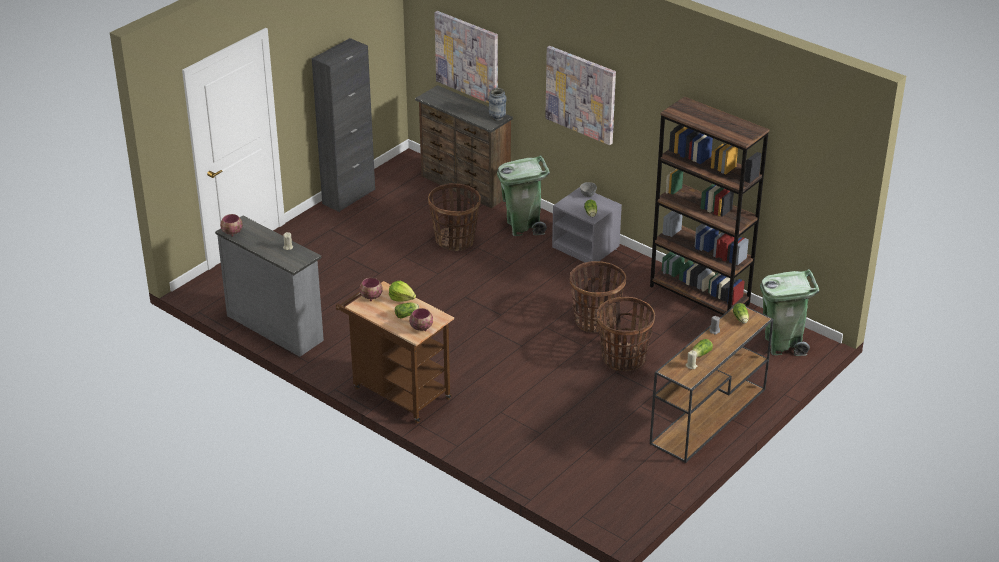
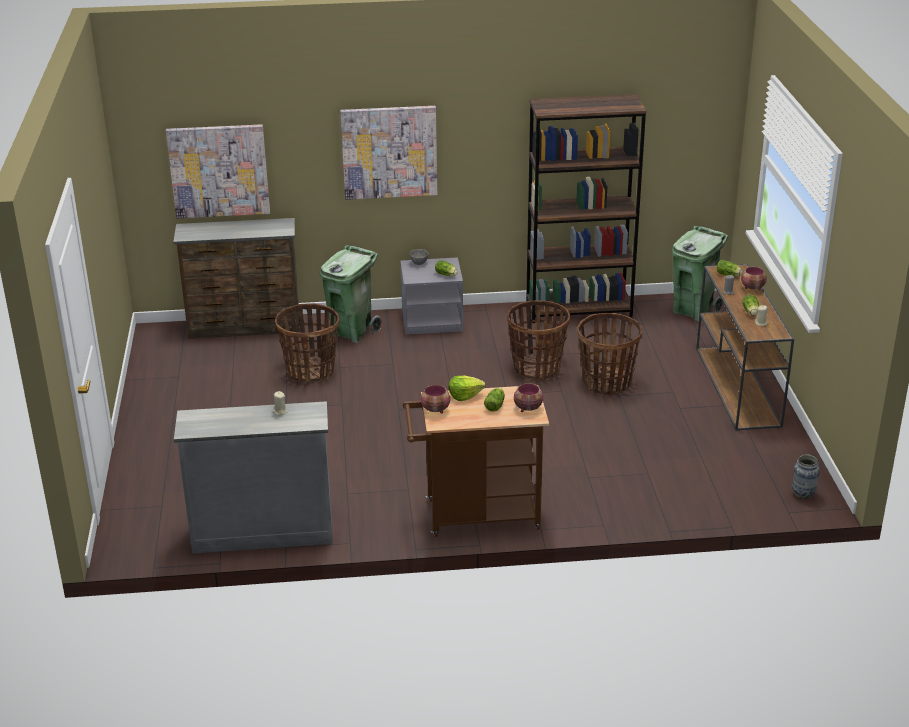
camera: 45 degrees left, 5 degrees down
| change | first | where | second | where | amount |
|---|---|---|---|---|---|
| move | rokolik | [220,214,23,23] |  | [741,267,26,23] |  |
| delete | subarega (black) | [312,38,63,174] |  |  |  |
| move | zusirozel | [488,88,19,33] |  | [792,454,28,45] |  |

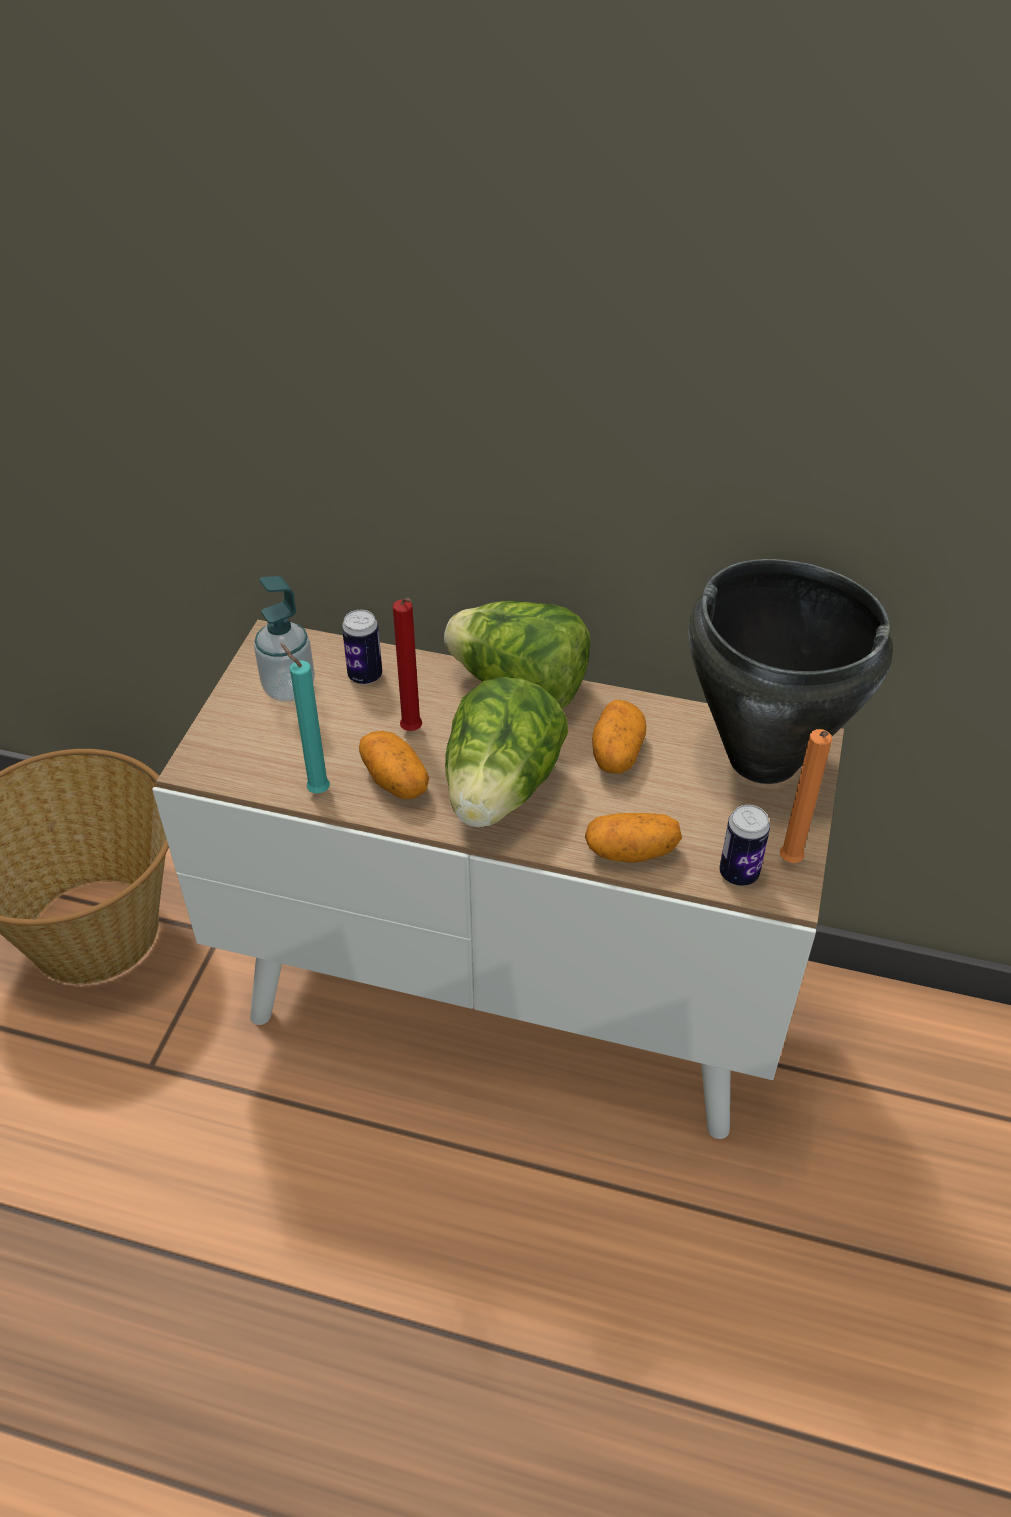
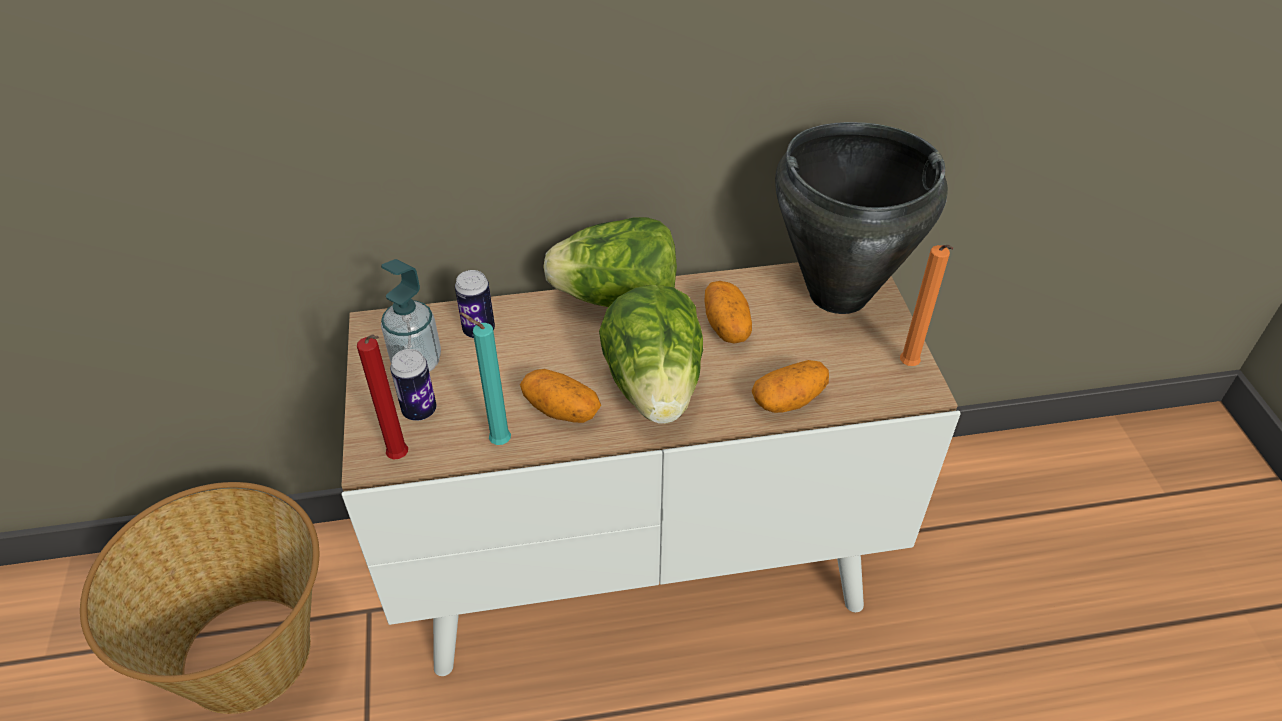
camera: 25 degrees left, 0 degrees up
| change | first | where | second | where | amount |
|---|---|---|---|---|---|
| move | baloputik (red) | [393,598,29,133] |  | [357,335,51,124] |  |
| move | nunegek | [719,805,51,81] |  | [390,349,47,72] |  |

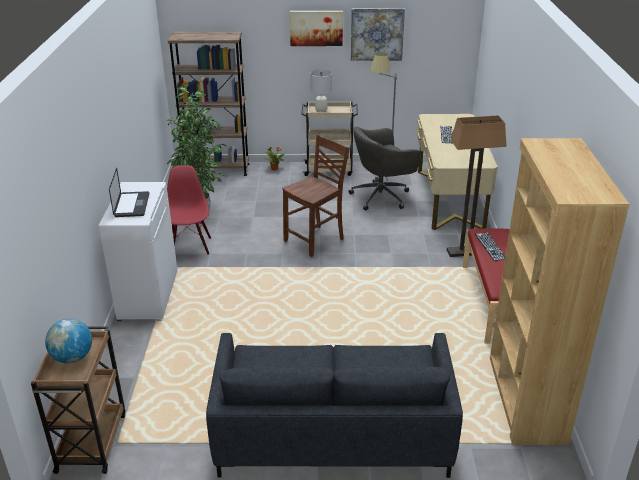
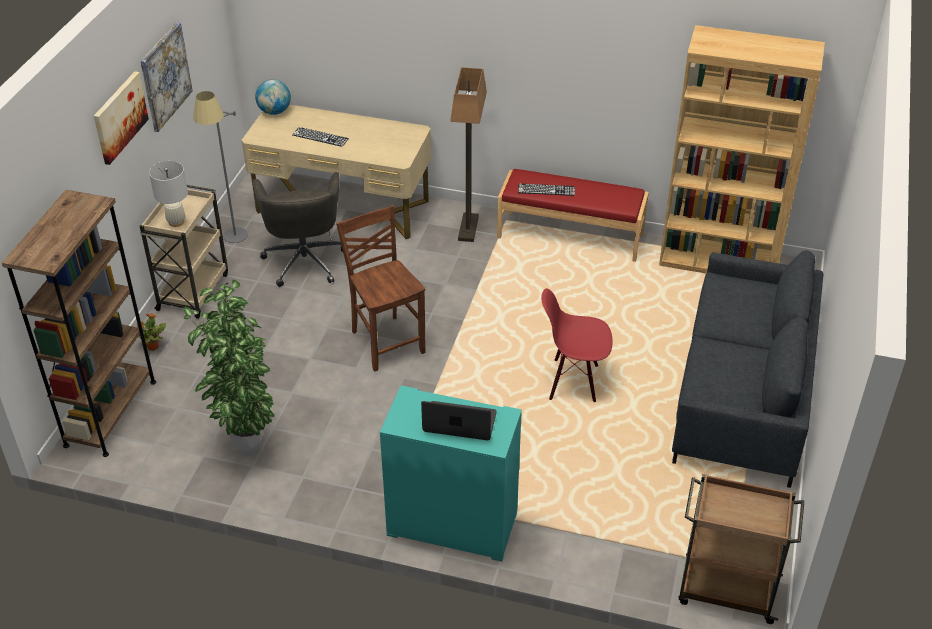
camera: 75 degrees left, 10 degrees up
| change | first | where | second | where | amount |
|---|---|---|---|---|---|
| move | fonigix | [45,319,47,44] |  | [255,79,36,36] |  |
| recolor | subarega (white) | [99,182,79,139] | subarega (turquoise) | [380,385,142,177] |  |
| move | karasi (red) | [167,165,44,90] |  | [541,288,72,114] |  |

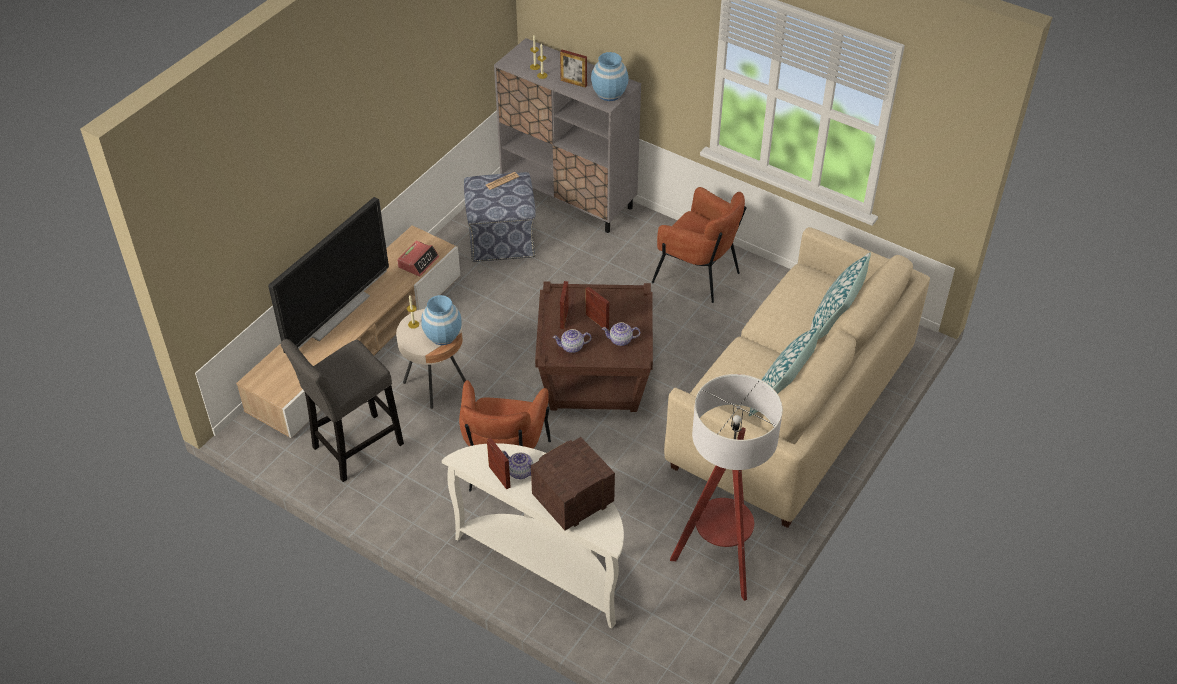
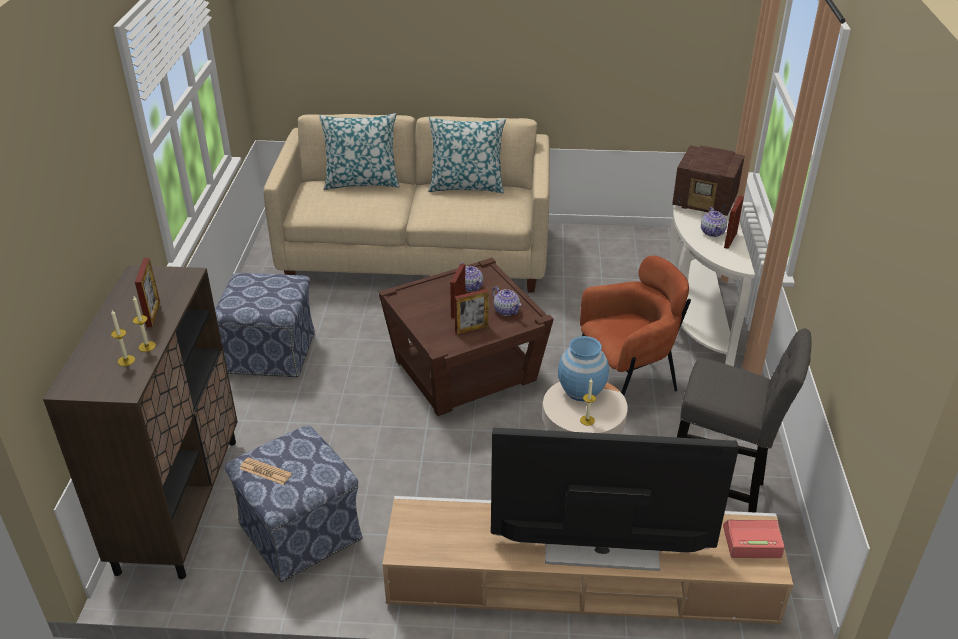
camera: 120 degrees left, 10 degrees down
| change | first | where | second | where | amount |
|---|---|---|---|---|---|
| move | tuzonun | [397,241,42,35] |  | [723,520,62,38] |  |
| recolor | subarega (grey) | [494,38,147,195] | subarega (brown) | [43,265,195,314] |  |
| delete | zusirozel (blue) | [591,52,37,49] |  |  |  |
| replace | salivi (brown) | [651,187,96,116] | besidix | [215,273,100,104] |  |
| delete | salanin | [670,374,113,227] |  |  |  |

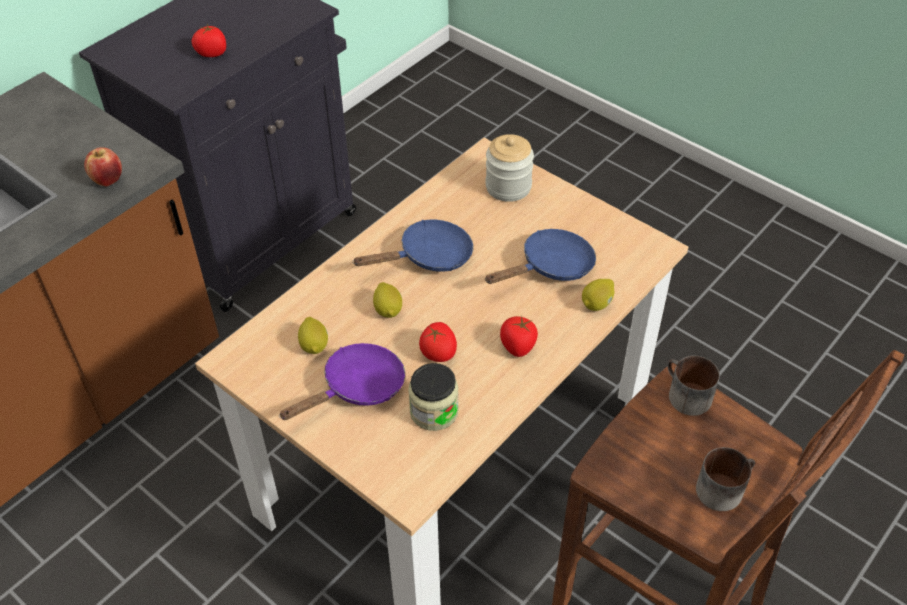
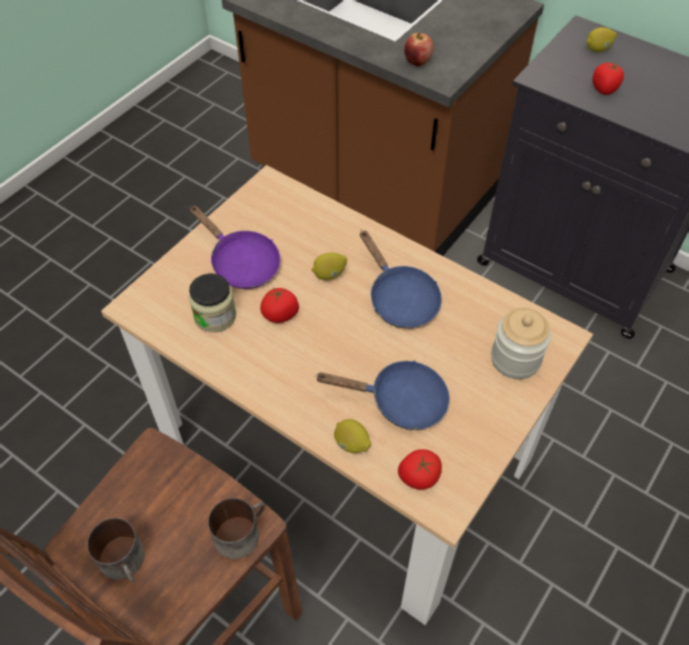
camera: 85 degrees right, 5 degrees up
| change | first | where | second | where | amount |
|---|---|---|---|---|---|
| move | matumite | [298,317,30,37] |  | [587,27,30,25] |  |
| rotate | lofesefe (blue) | [485,229,111,55] |  | [315,360,135,70] | 45 degrees counterclockwise |
| move | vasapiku | [500,315,38,42] |  | [398,449,44,41] |  |

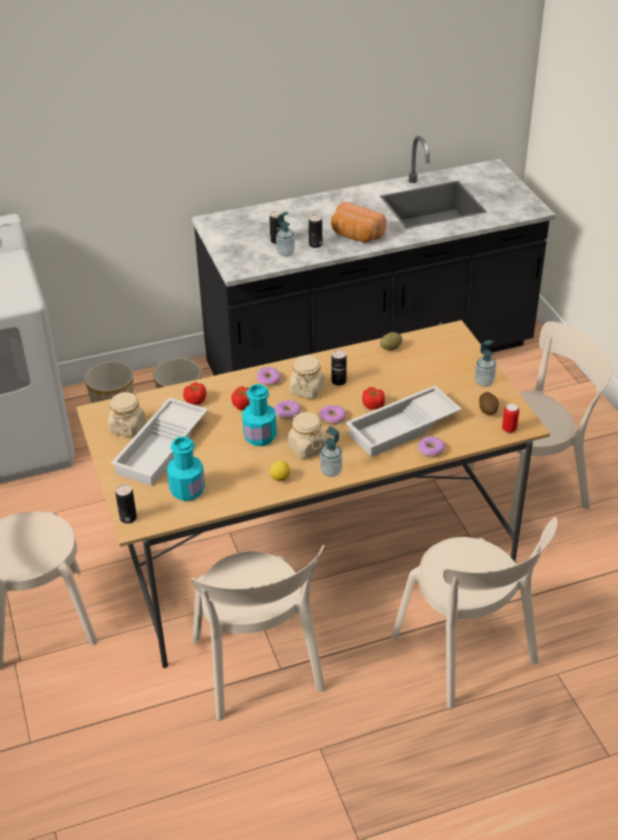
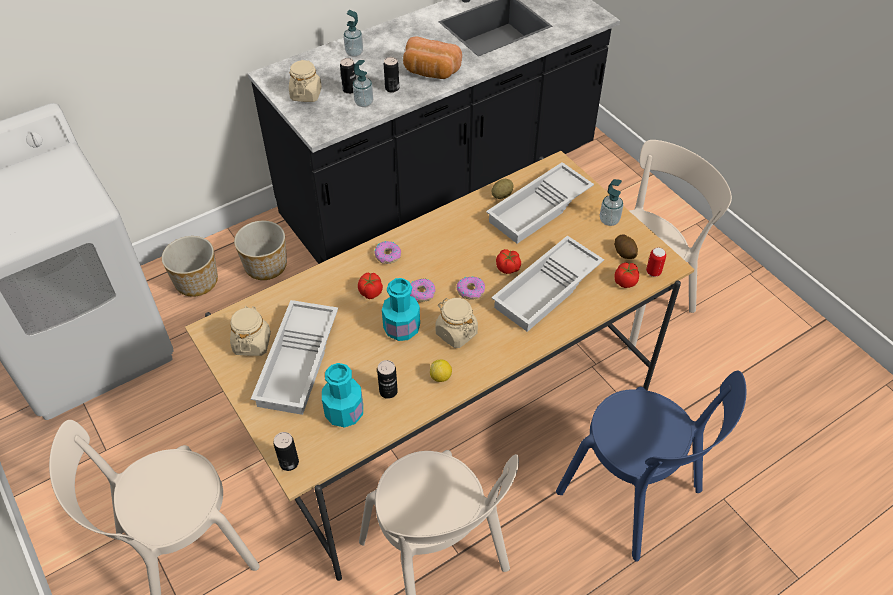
camera: 15 degrees left, 10 degrees up
| change | first | where | second | where | amount |
|---|---|---|---|---|---|
| move | vasapiku | [183,382,24,23] |  | [614,262,25,26] |  |
| move | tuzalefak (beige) | [290,355,35,44] |  | [289,60,33,42] |  |
| move | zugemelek | [320,426,22,51] |  | [344,10,19,47] |  |
| move | nunegek | [331,350,16,36] |  | [377,360,21,39] |  |
| recolor | karasi (beige) | [392,517,166,192] | karasi (blue) | [556,371,190,191] |  |
| delete | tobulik | [418,436,27,22] |  |  |  |
| insert |  |  | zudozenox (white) | [486,162,108,82] |  |

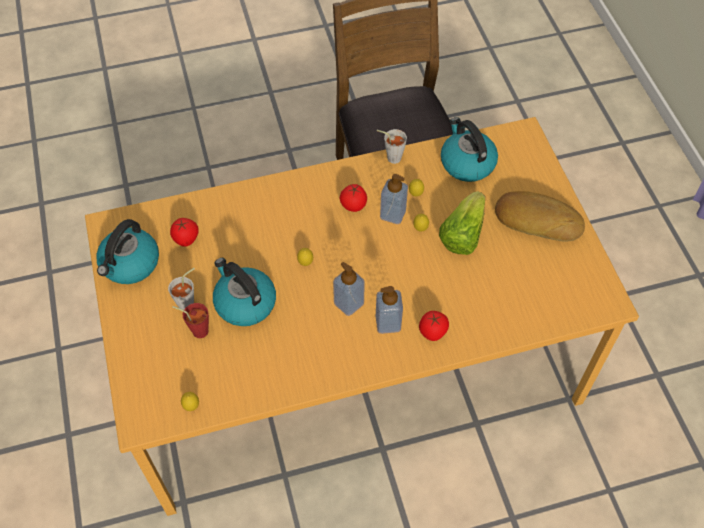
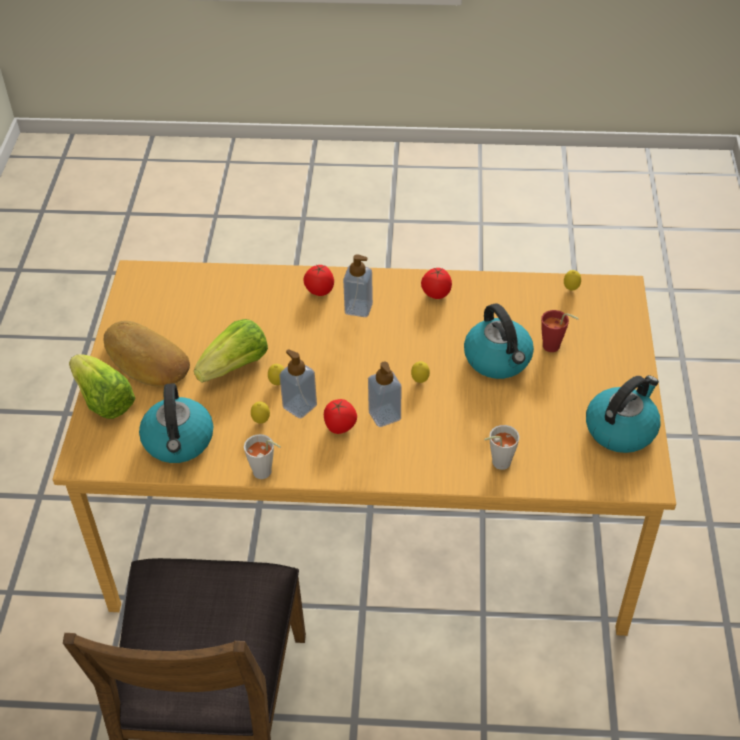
camera: 160 degrees left, 10 degrees down
| change | first | where | second | where | amount |
|---|---|---|---|---|---|
| move | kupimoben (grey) | [168,268,27,42] |  | [484,425,36,45] |  |
| move | vasapiku | [170,218,29,29] |  | [421,268,31,31] |  |
| move | zugemelek | [333,262,32,54] |  | [368,361,33,66] |  |
| insert |  |  | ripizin | [69,355,66,64] |  |

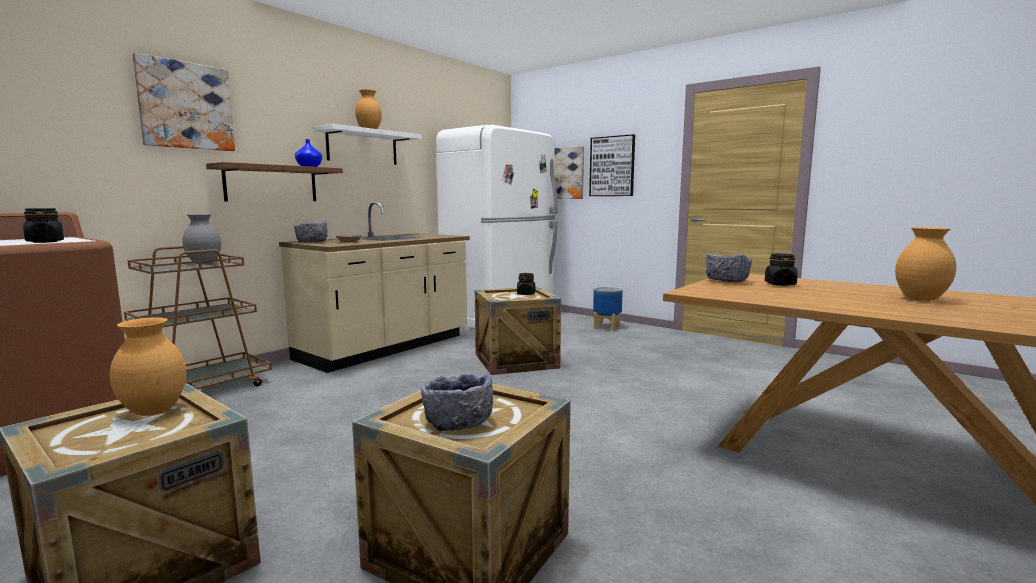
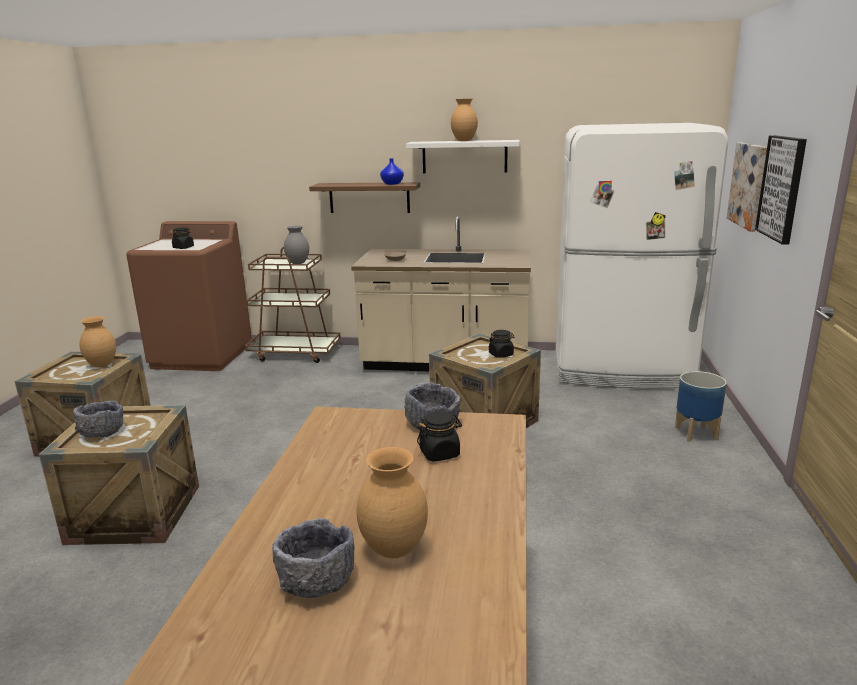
camera: 60 degrees right, 10 degrees up
| change | first | where | second | where | amount |
|---|---|---|---|---|---|
| delete | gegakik | [133,53,102,98] |  |  |  |
| move | rokolik (grey) | [294,221,34,21] |  | [272,518,83,80] |  |

